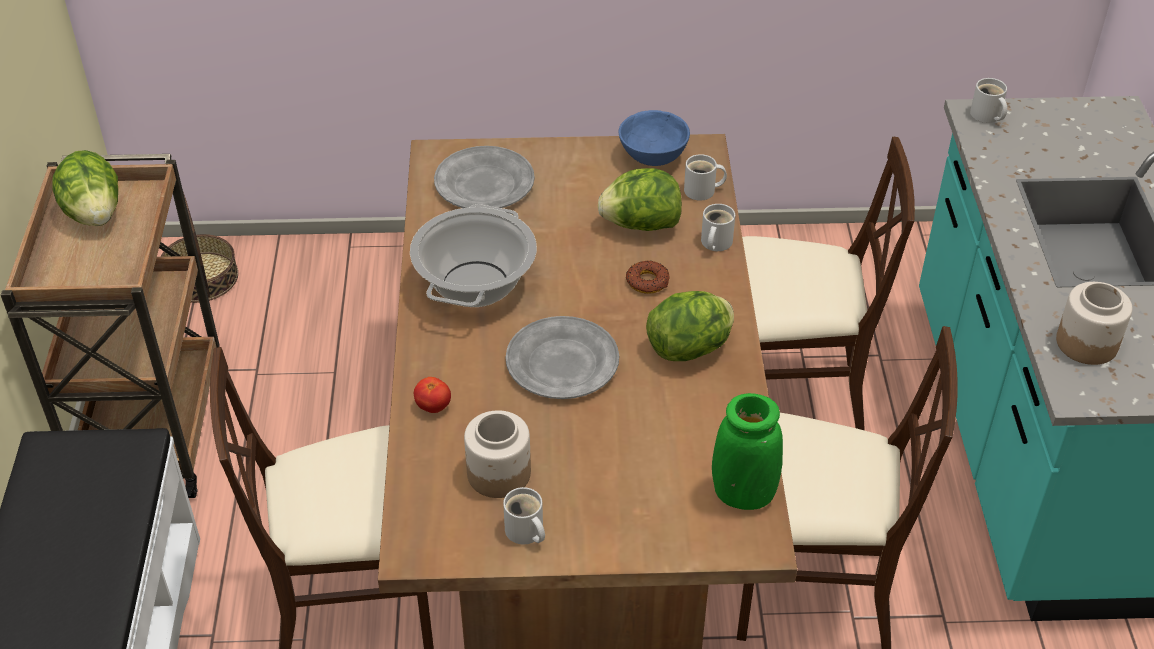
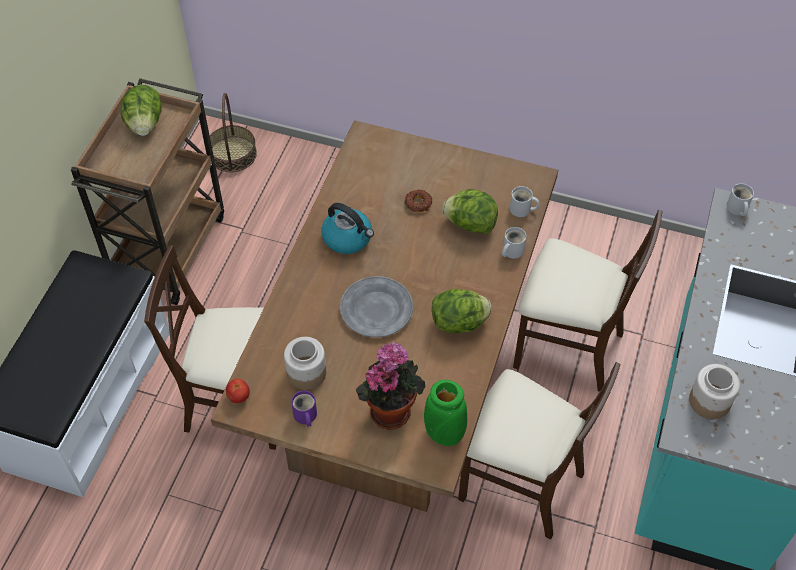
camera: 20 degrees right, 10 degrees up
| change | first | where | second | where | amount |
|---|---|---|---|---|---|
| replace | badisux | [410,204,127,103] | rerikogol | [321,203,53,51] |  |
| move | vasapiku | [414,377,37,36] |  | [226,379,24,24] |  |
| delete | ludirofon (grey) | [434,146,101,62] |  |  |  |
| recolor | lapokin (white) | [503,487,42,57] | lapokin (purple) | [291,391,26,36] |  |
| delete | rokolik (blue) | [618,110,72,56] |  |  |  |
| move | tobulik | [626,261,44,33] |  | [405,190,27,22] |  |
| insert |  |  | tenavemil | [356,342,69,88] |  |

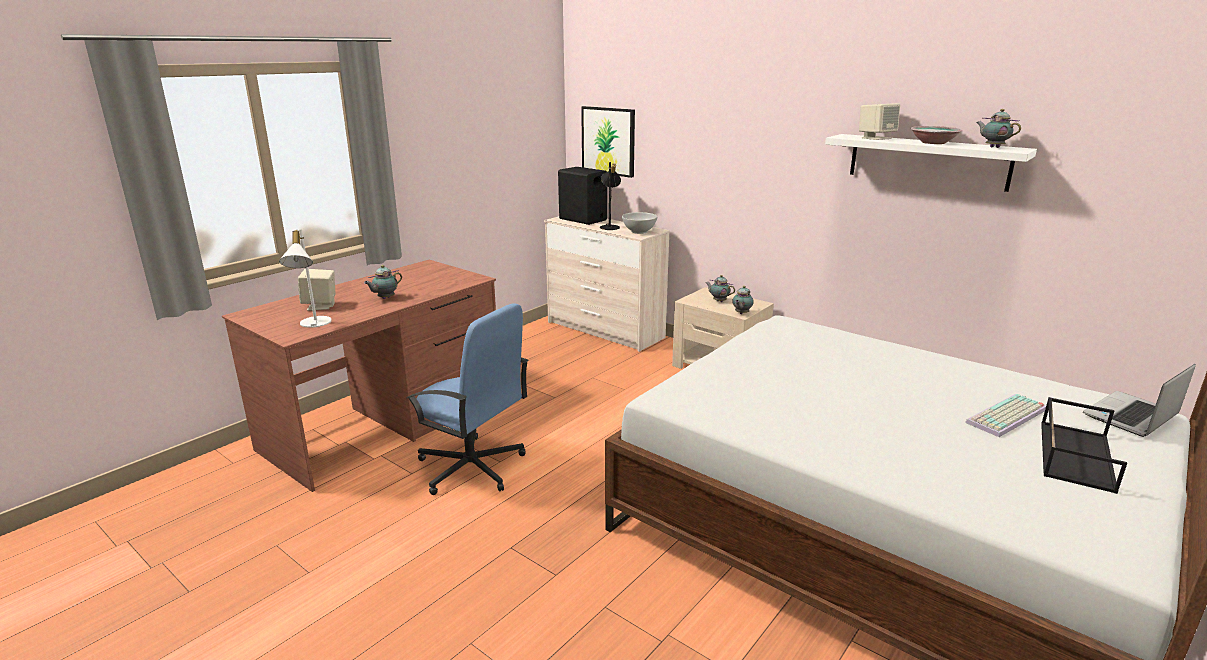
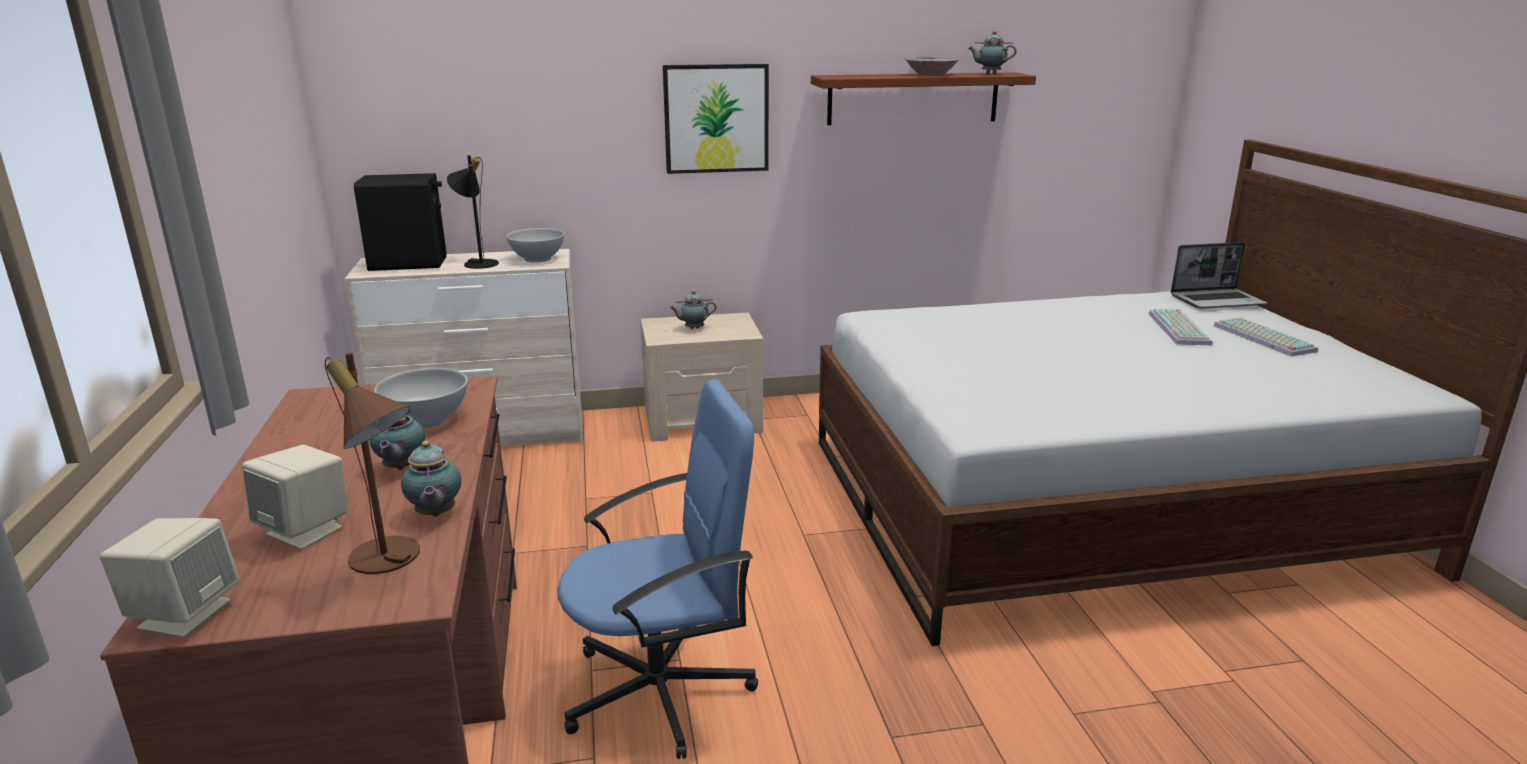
camera: 50 degrees left, 0 degrees up
| change | first | where | second | where | amount |
|---|---|---|---|---|---|
| recolor | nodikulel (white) | [279,229,53,99] | nodikulel (brown) | [325,352,95,222] |  |
| move | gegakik | [581,106,54,72] |  | [663,64,106,110] |  |
| move | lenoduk | [732,286,22,28] |  | [401,441,60,76] |  |
| recolor | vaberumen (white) | [825,134,212,58] | vaberumen (brown) | [811,72,225,53] |  |
| move | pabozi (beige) | [859,103,41,37] |  | [100,518,139,120] |  |
| replace | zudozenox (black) | [1041,397,86,97] | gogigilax | [1214,317,104,40] |  |
| rotate | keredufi | [1083,364,113,73] |  | [1171,242,96,67] | 105 degrees counterclockwise |
| insert |  |  | rokolik (white) | [374,368,94,60] |  |

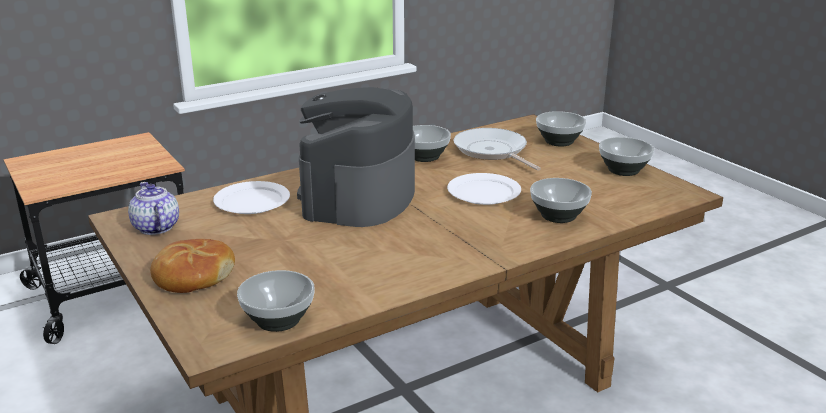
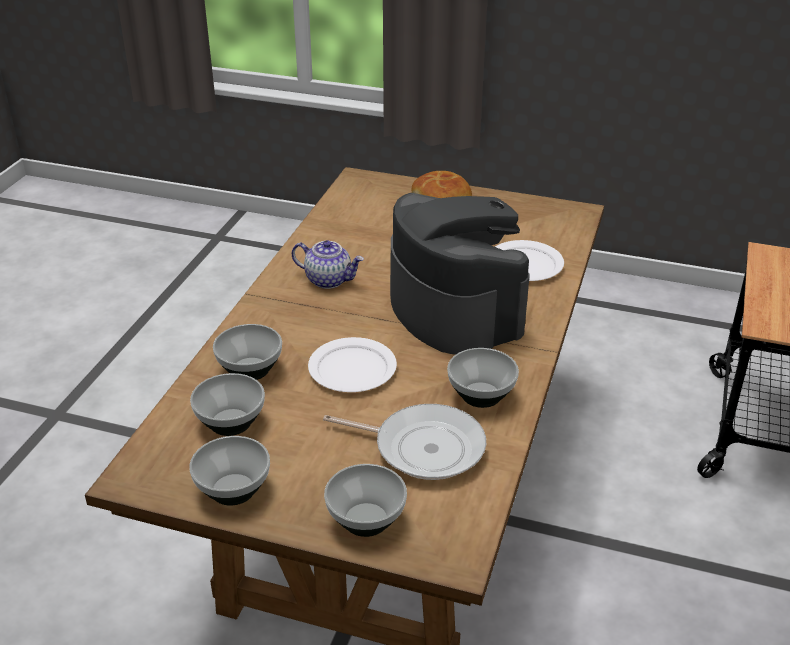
camera: 140 degrees right, 10 degrees up
| change | first | where | second | where | amount |
|---|---|---|---|---|---|
| move | lenoduk | [128,182,51,53] |  | [292,240,72,49] |  |
| move | rokolik | [237,270,78,62] |  | [190,373,75,63] |  |

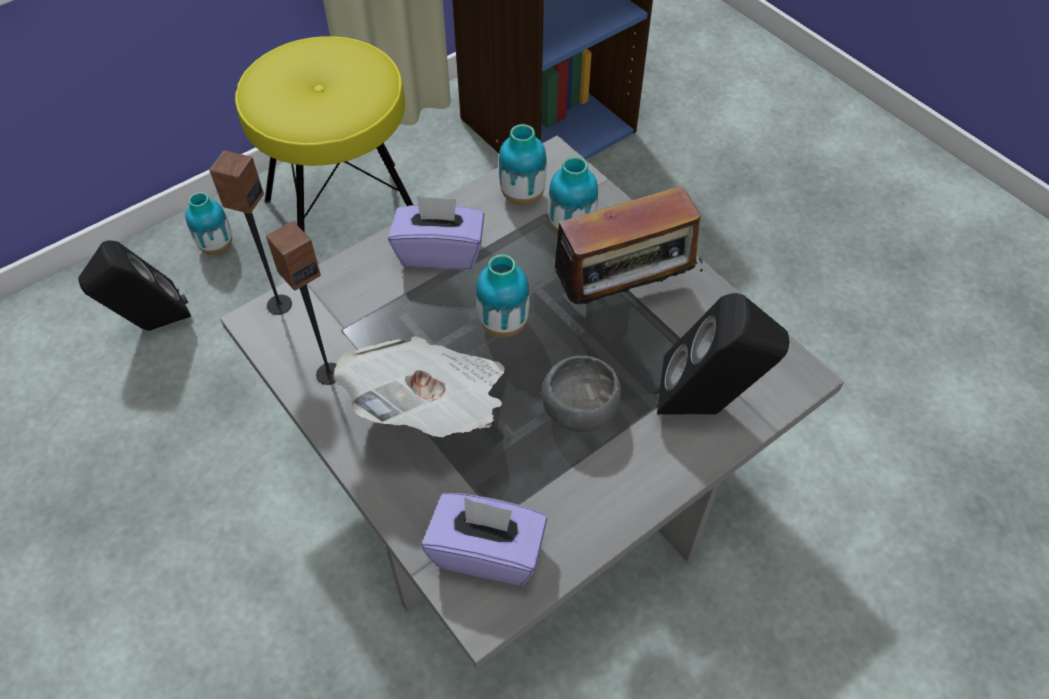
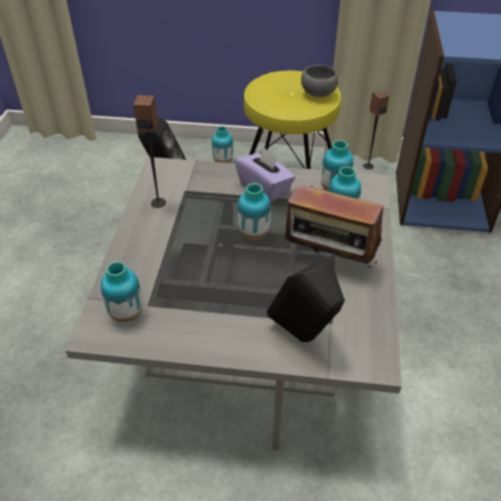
camera: 45 degrees right, 10 degrees down
| change | first | where | second | where | amount |
|---|---|---|---|---|---|
| move | pabozi | [209,150,83,165] |  | [363,92,26,78] |  |
| delete | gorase | [334,336,171,101] |  |  |  |
| replace | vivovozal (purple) | [422,493,125,93] | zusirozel | [101,261,42,61] |  |
| move | rokolik (grey) | [541,356,80,76] |  | [301,65,37,32] |  |

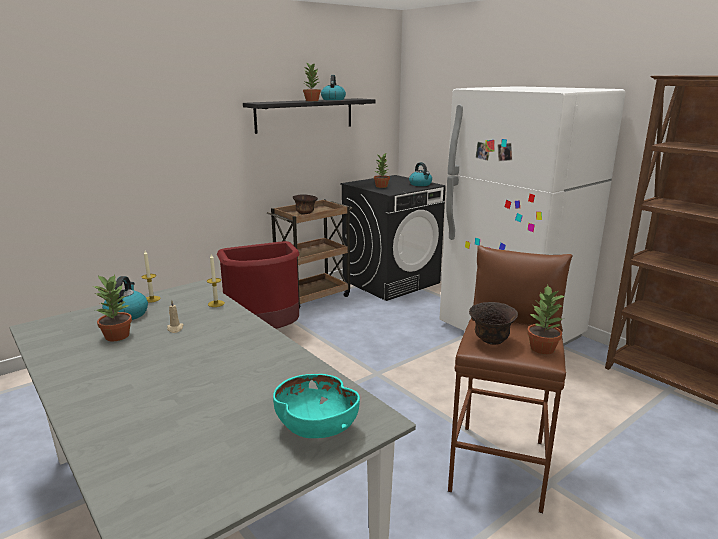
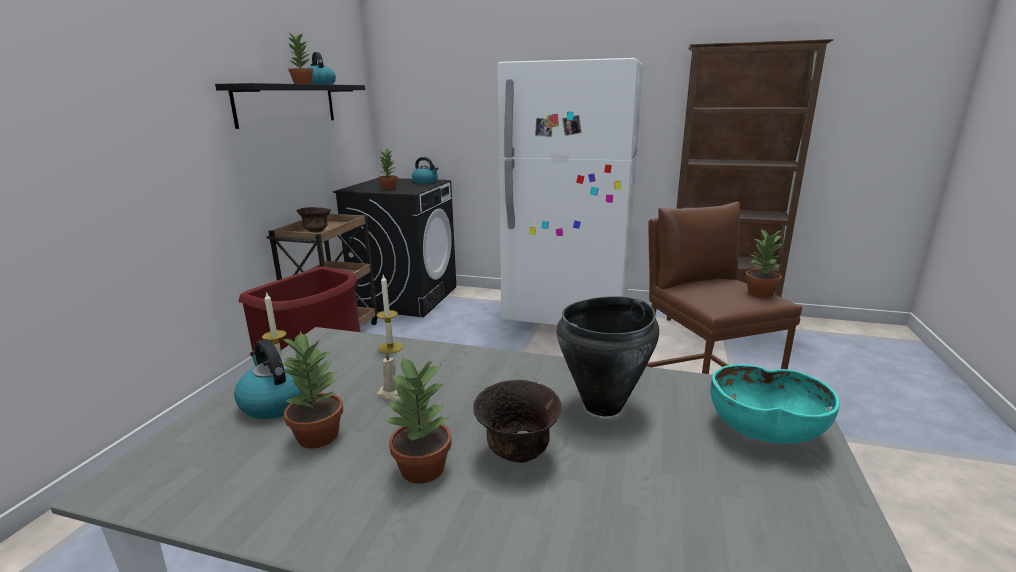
camera: 35 degrees left, 0 degrees up
| change | first | where | second | where | amount |
|---|---|---|---|---|---|
| move | rokolik (brown) | [469,302,49,43] |  | [473,380,89,83] |  |
| insert |  |  | tenavemil | [385,356,67,128] |  |
| insert |  |  | badisux (black) | [557,296,102,120] |  |

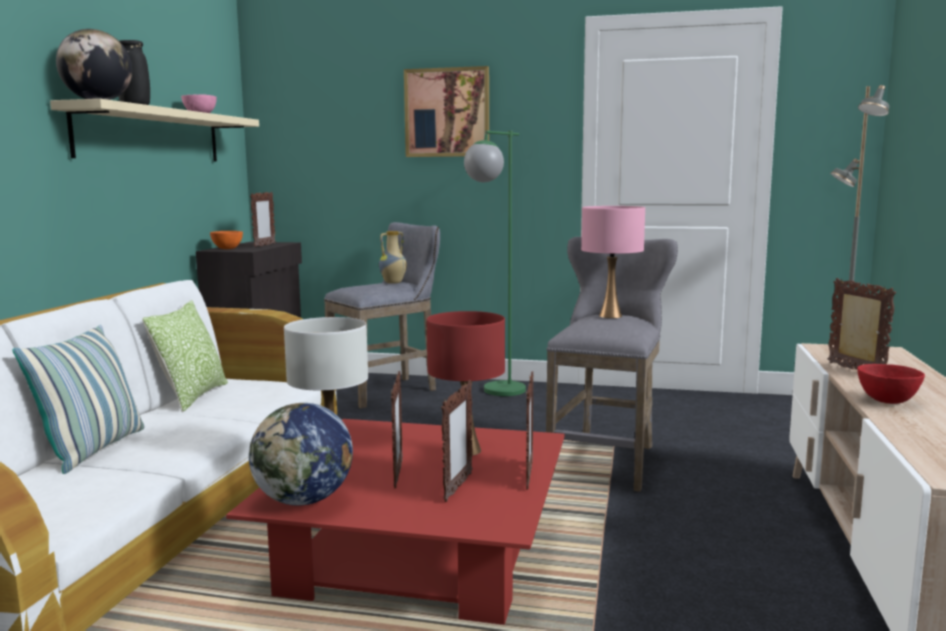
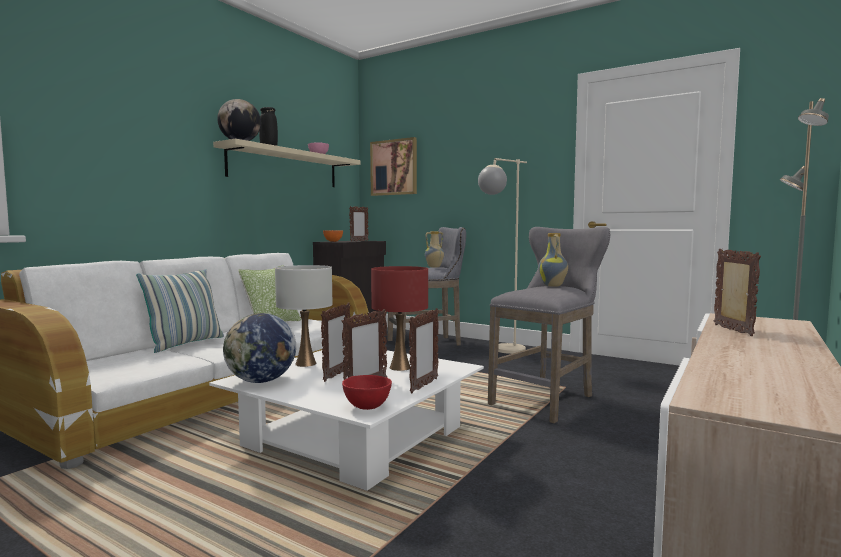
camera: 20 degrees right, 5 degrees down
| change | first | where | second | where | amount |
|---|---|---|---|---|---|
| recolor | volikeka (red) | [226,419,339,206] | volikeka (white) | [209,350,275,141] |  |
| move | gegakik | [404,66,85,91] |  | [370,137,47,59] |  |
| recolor | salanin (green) | [464,131,62,265] | salanin (beige) | [478,158,49,196] |  |
| replace | nodikulel (pink) | [581,206,64,112] | zusirozel | [539,233,29,54] |  |
| move | rokolik (red) | [857,364,68,40] |  | [342,375,50,35] |  |

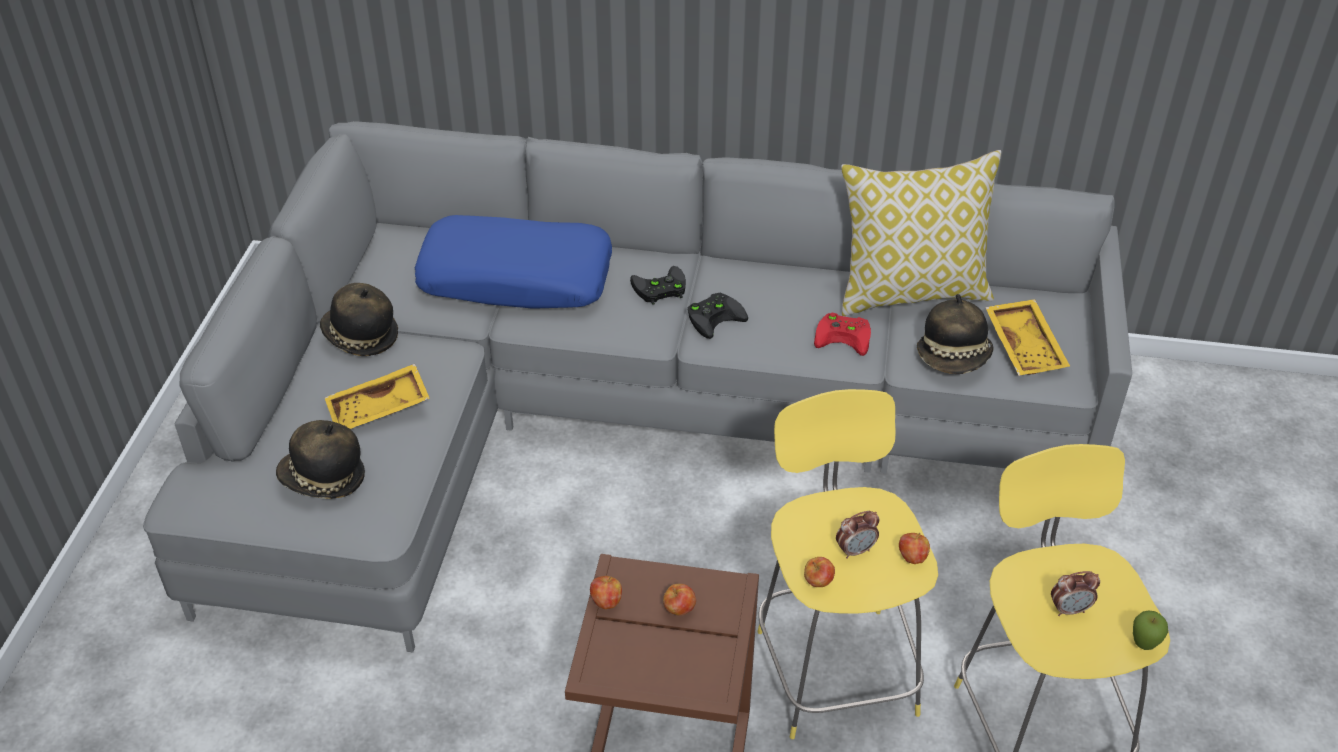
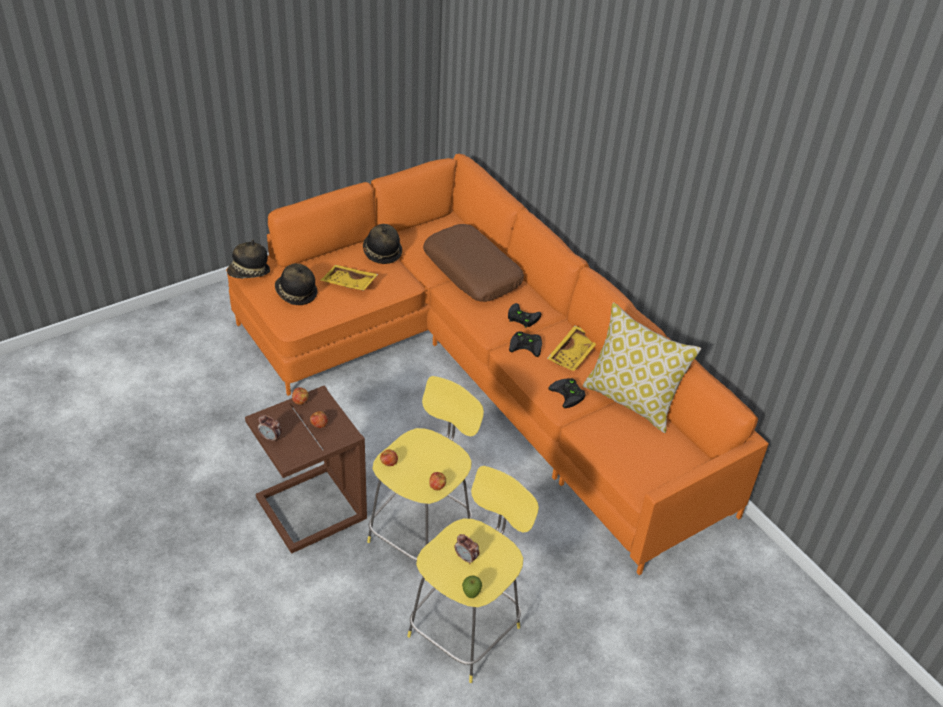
camera: 45 degrees right, 0 degrees up
| change | first | where | second | where | amount |
|---|---|---|---|---|---|
| recolor | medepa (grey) | [143,121,989,531] | medepa (orange) | [226,154,543,421] |  |
| recolor | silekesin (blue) | [415,215,197,94] | silekesin (brown) | [423,224,101,78] |  |
| recolor | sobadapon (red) | [814,313,57,43] | sobadapon (black) | [548,378,38,30] |  |
| move | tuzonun | [836,511,43,48] |  | [258,415,24,27] |  |
| move | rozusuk | [917,294,77,80] |  | [227,240,43,39] |  |
| move | zudozenox (yellow) | [985,299,85,77] |  | [547,325,49,46] |  |

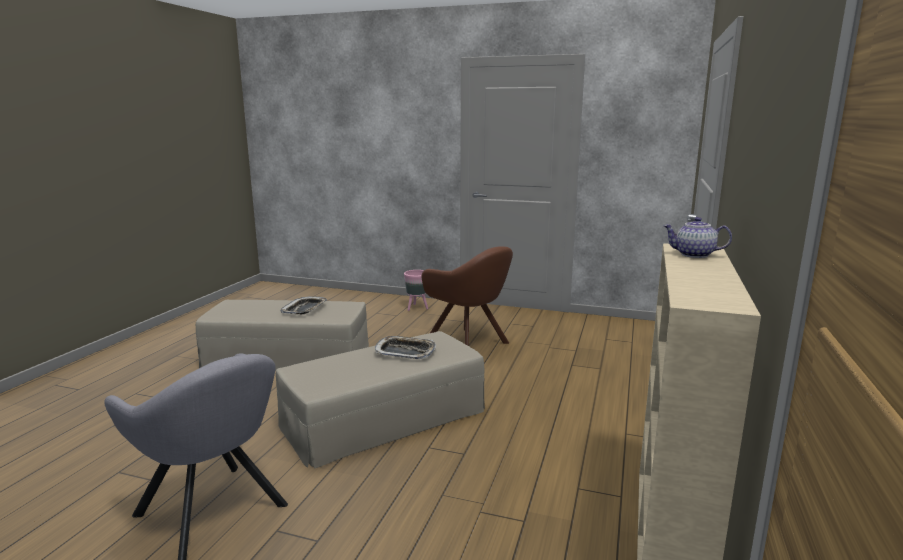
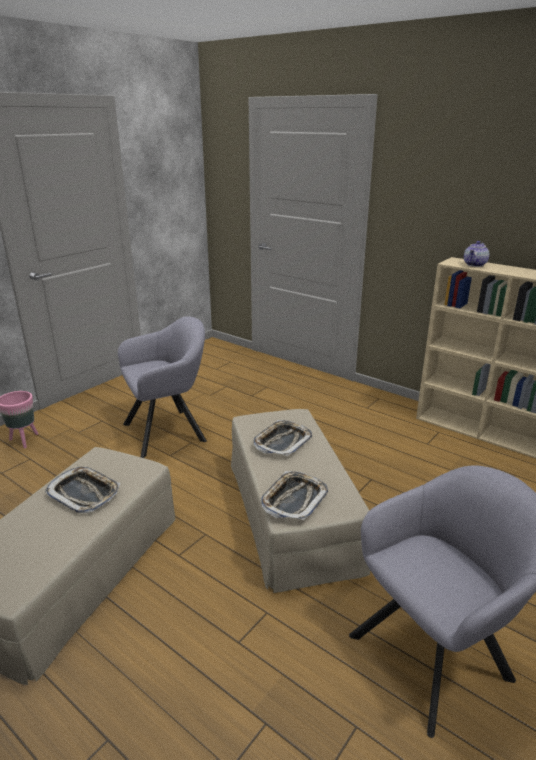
camera: 70 degrees left, 10 degrees up
| change | first | where | second | where | amount |
|---|---|---|---|---|---|
| recolor | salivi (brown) | [422,247,91,99] | salivi (grey) | [118,316,89,142] |  |
| insert |  |  | zudozenox | [261,471,67,49] |  |

